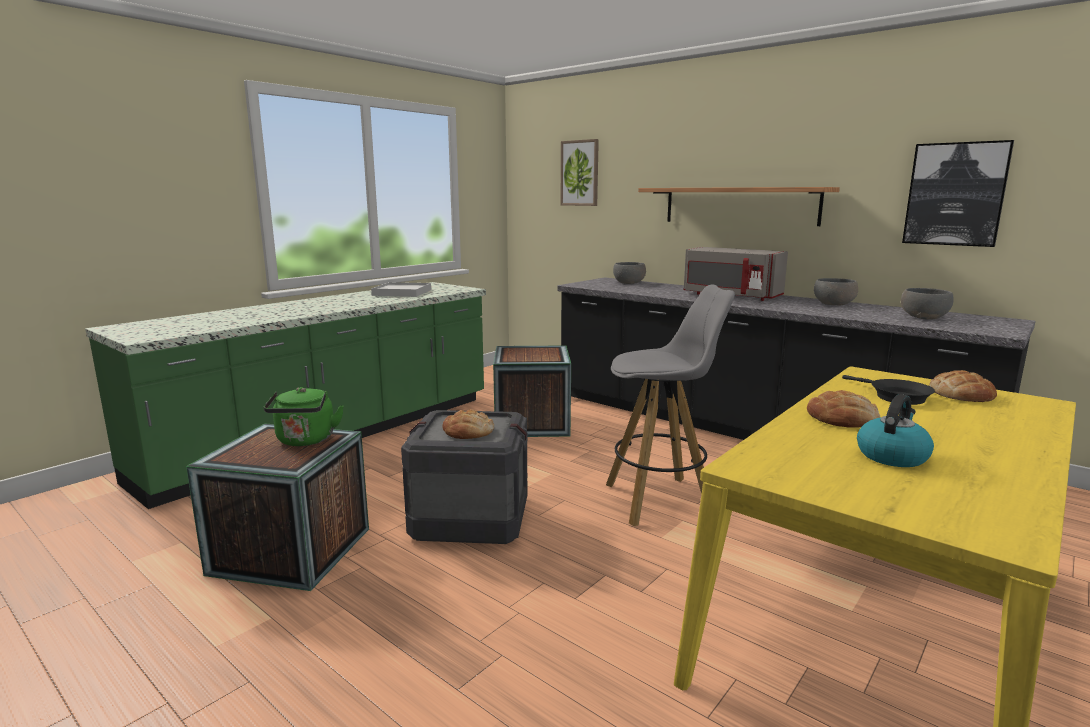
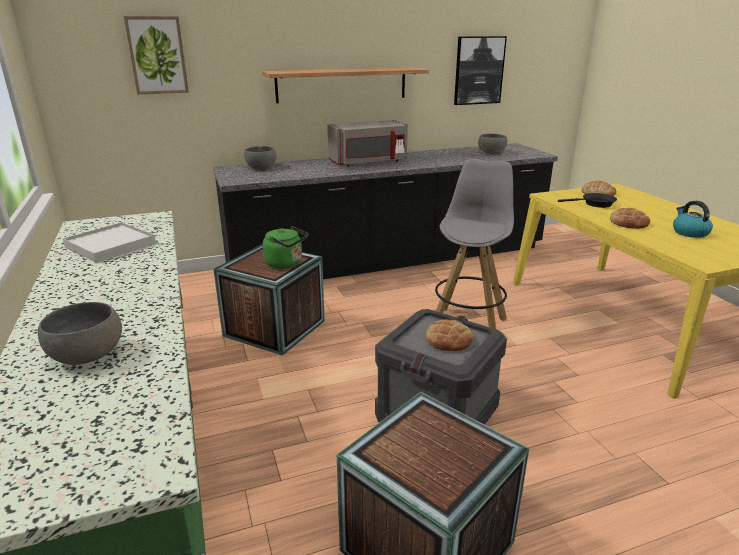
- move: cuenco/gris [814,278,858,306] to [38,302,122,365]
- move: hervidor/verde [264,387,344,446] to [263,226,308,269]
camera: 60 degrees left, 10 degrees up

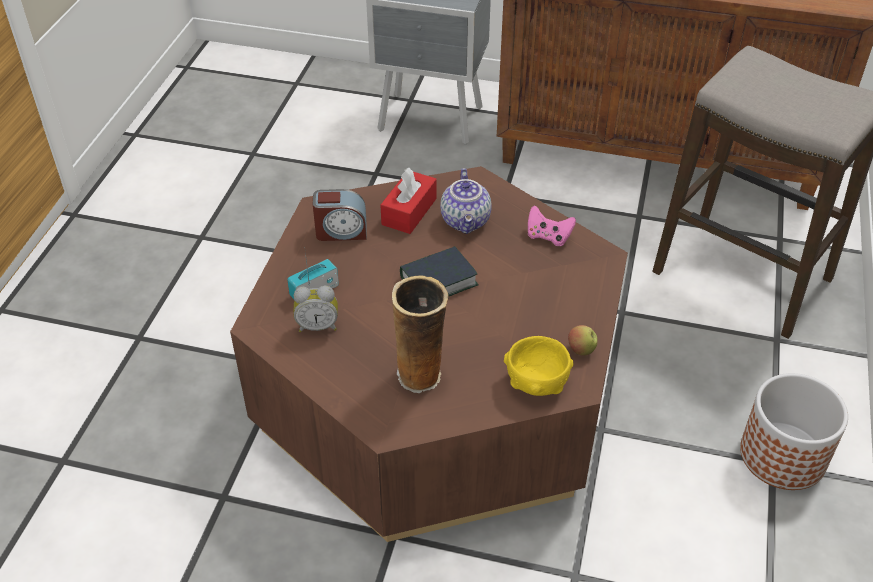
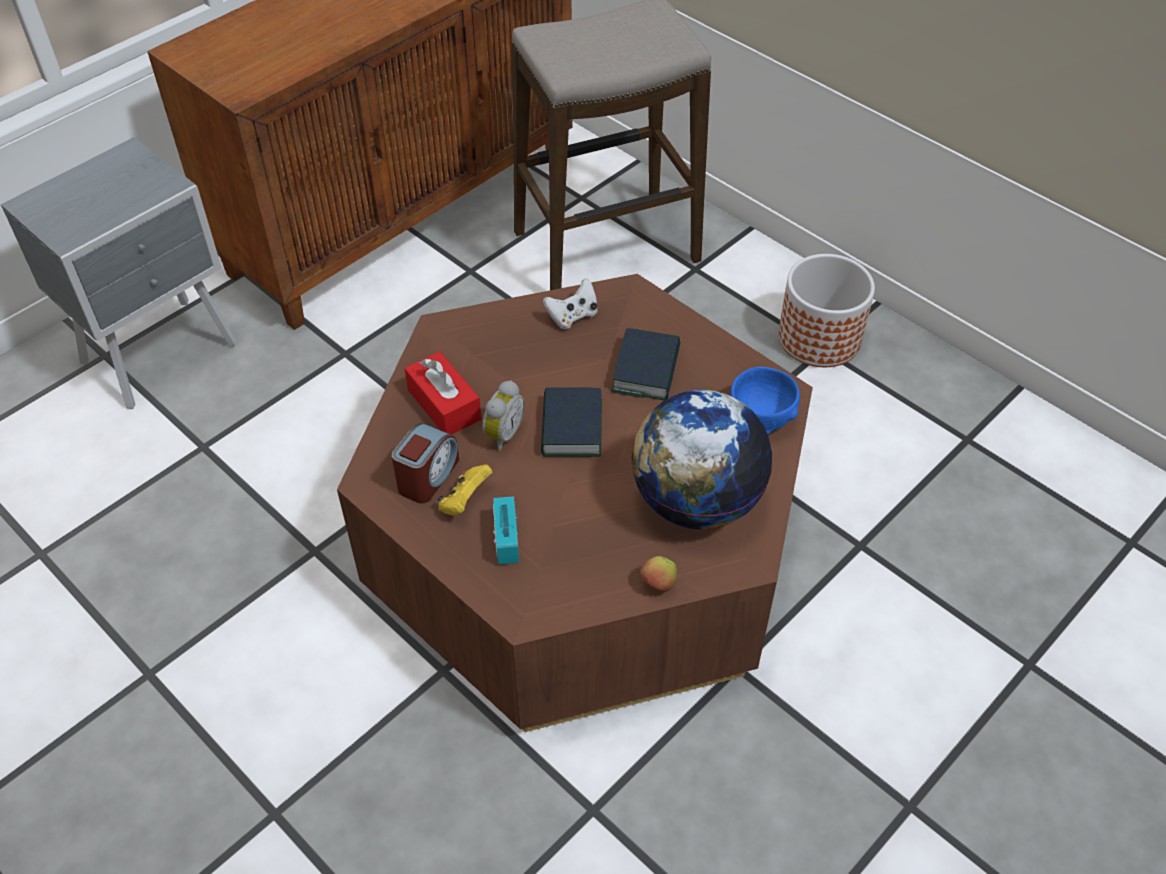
- delete: tetera [440,168,492,234]
- recolor: mando de consola/rosa [528,205,576,246] to mando de consola/blanco [543,278,598,329]
- replace: florero [392,275,449,393] to globo terráqueo [631,390,773,530]
- move: despertador [293,286,338,332] to [482,380,525,452]
- move: manzana [568,325,597,356] to [640,556,677,592]
- recolor: cuenco/amarillo [504,336,573,396] to cuenco/azul [730,367,800,434]
- insert: libro [611,328,680,400]
- insert: mando de consola/amarillo [437,464,492,515]
camera: 60 degrees left, 5 degrees up

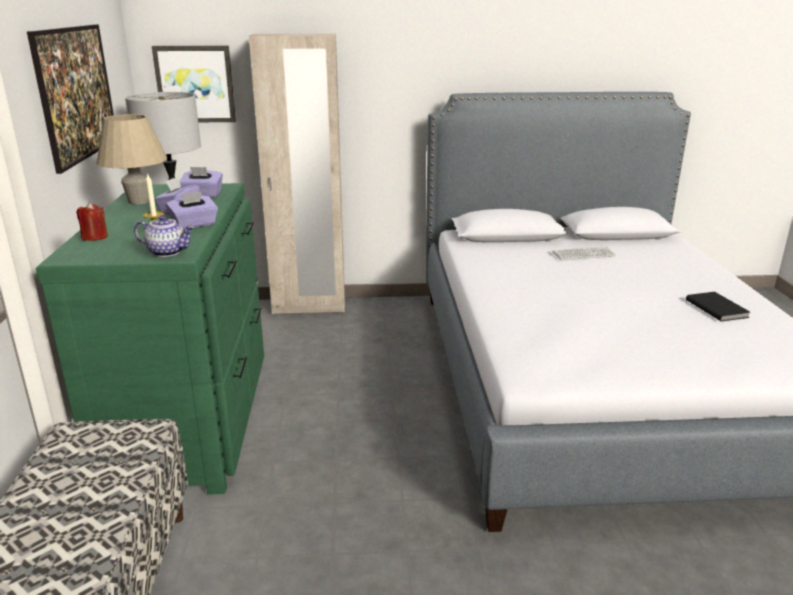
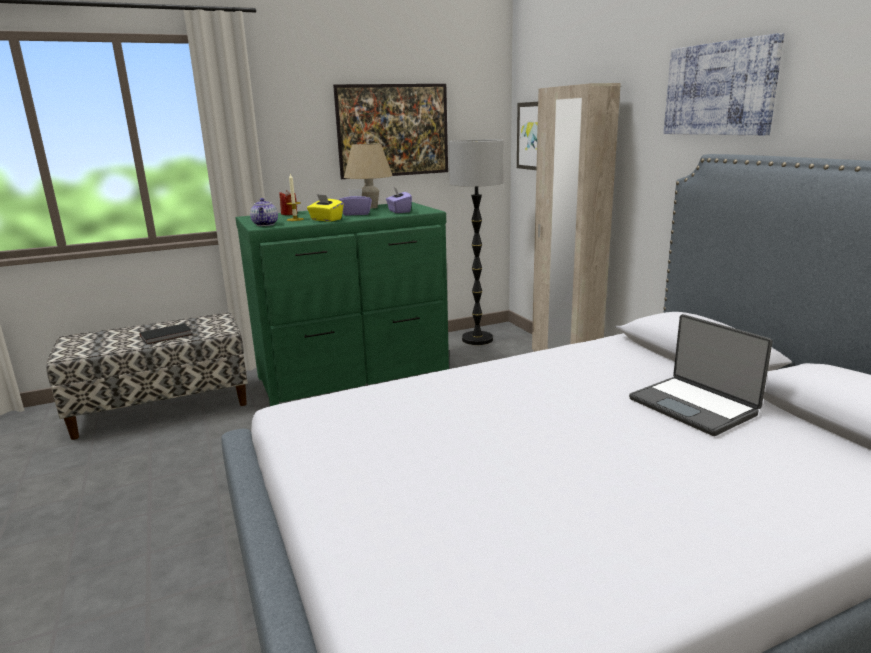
- recolor: caja de pañuelos/morado [166,191,218,230] to caja de pañuelos/amarillo [307,194,344,222]
- replace: teclado [552,246,616,261] to portátil [629,314,772,436]
- move: libro/negro [686,292,750,322] to [140,323,193,345]
- insert: cuadro [664,33,784,135]
camera: 70 degrees right, 5 degrees down

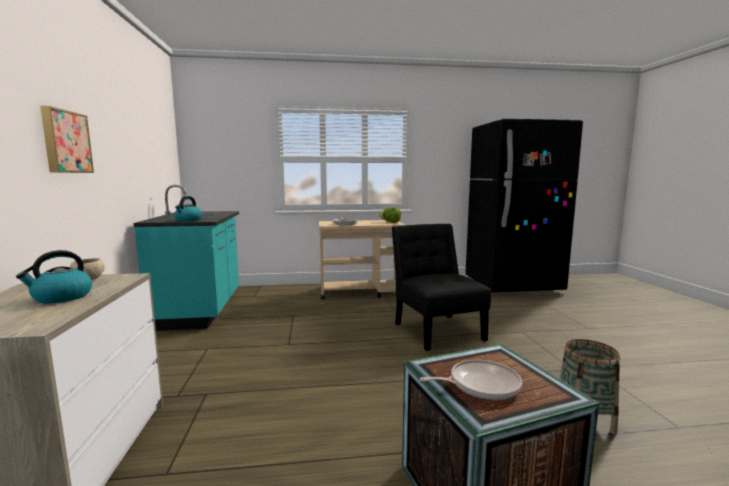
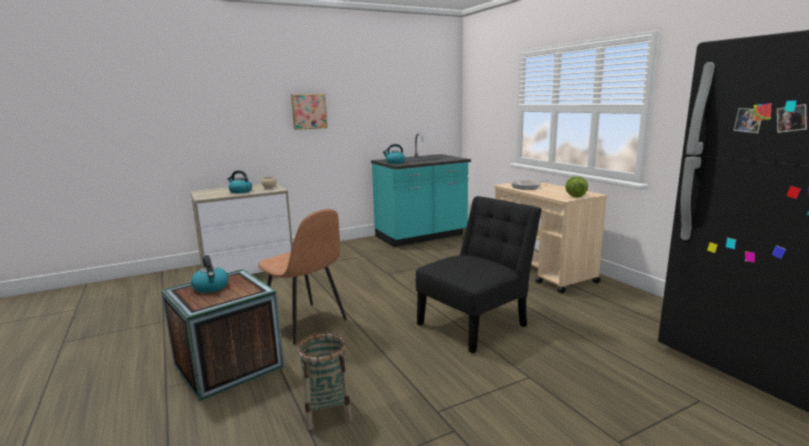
- replace: sartén [420,360,522,400] to hervidor [191,255,229,293]
- insert: silla/marrón [257,209,347,344]
camera: 70 degrees right, 5 degrees up

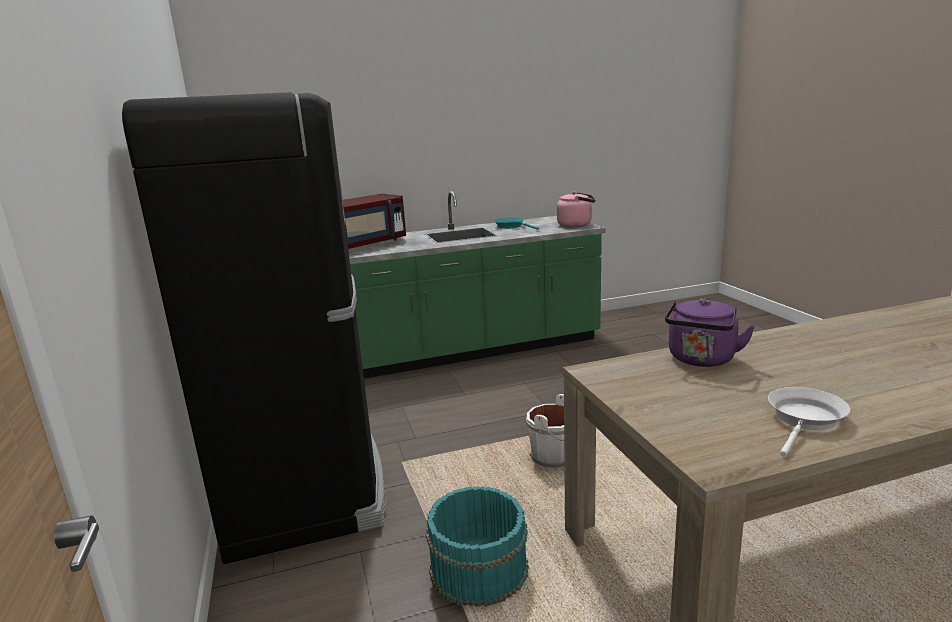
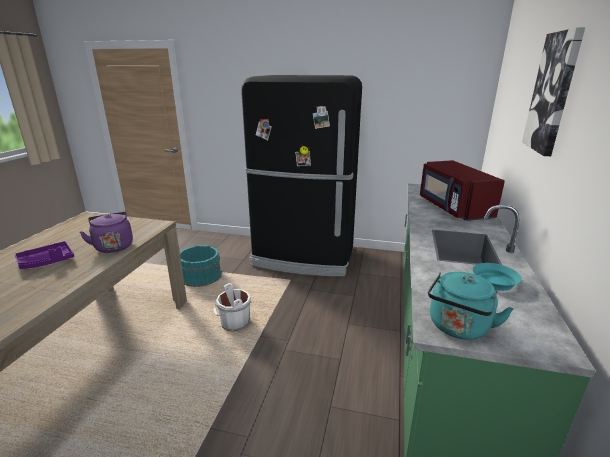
- recolor: hervidor/rosa [557,192,595,227] to hervidor/turquesa [428,272,514,340]
- delete: sartén/blanco [768,387,850,456]
- insert: cuadro [522,27,585,156]
- insert: bandeja/morado [15,241,74,269]
camera: 120 degrees right, 5 degrees up

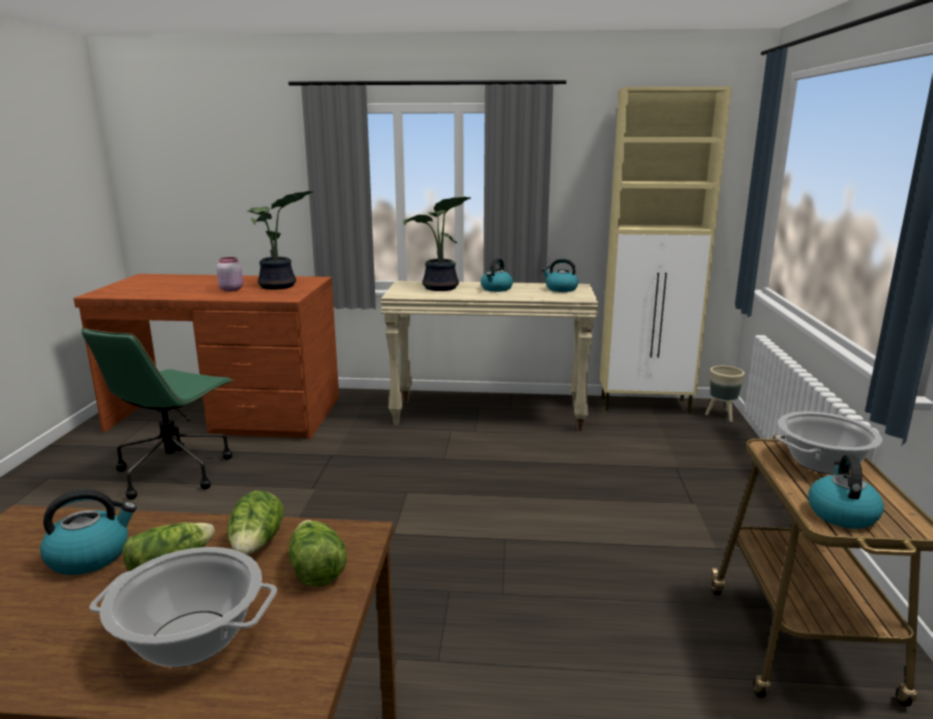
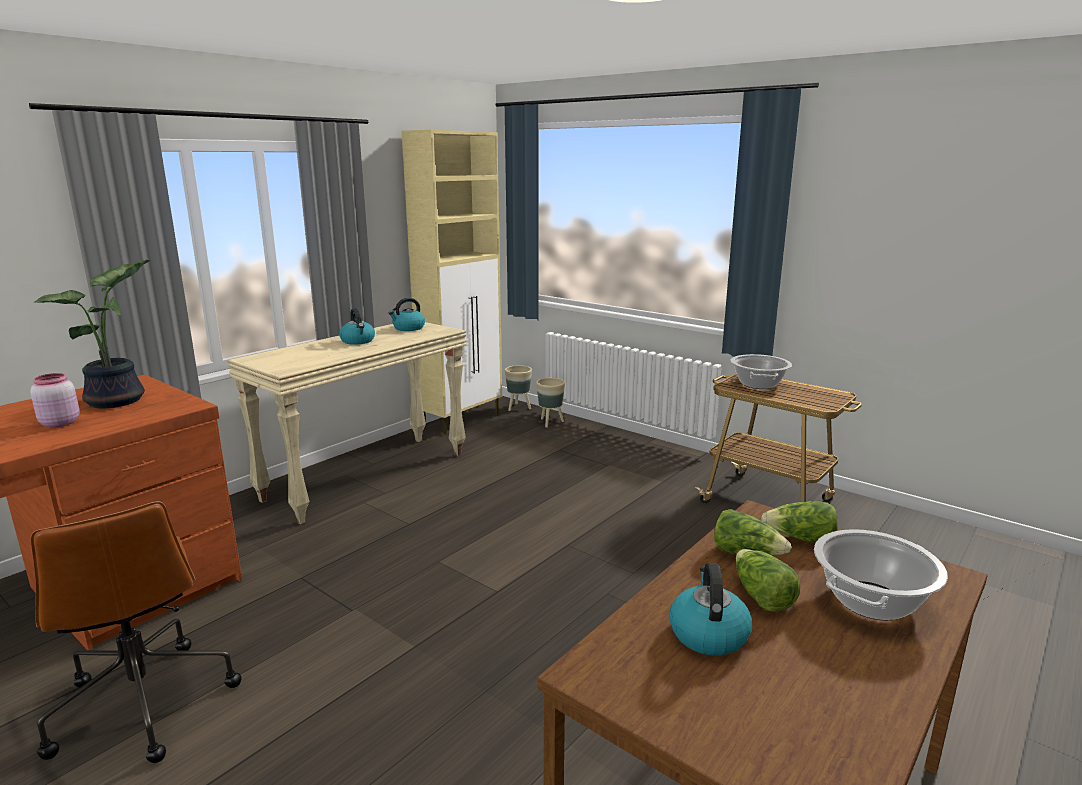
- delete: planta en maceta [403,197,471,291]
- recolor: silla de oficina/verde [82,328,233,500] to silla de oficina/marrón [31,501,242,763]
- delete: hervidor [808,454,884,529]
- insert: maceta/beis [536,378,565,427]
camera: 55 degrees left, 0 degrees up

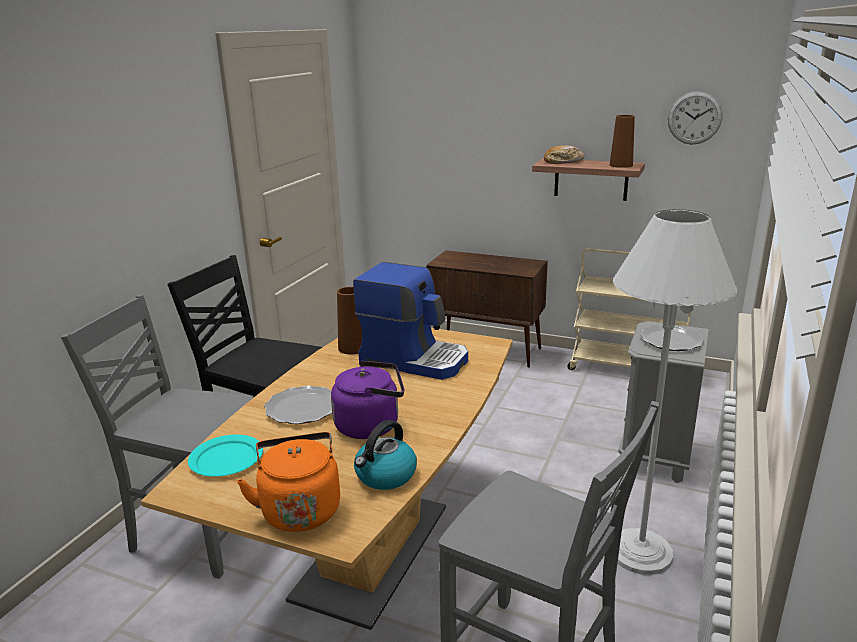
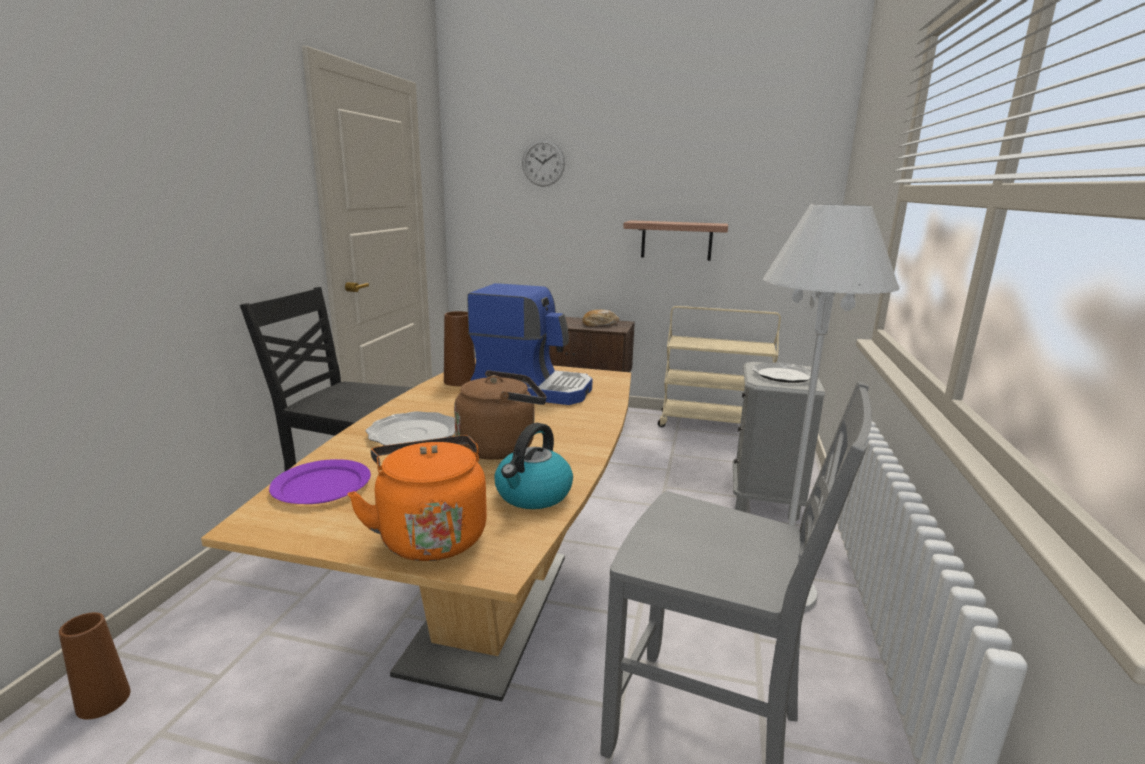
- move: reloj de pared [668,91,722,145] to [522,139,565,187]
- move: florero/marrón [610,115,635,168] to [59,612,131,719]
- move: pan [544,145,584,164] to [582,310,619,327]
- delete: silla/gris [61,295,254,579]
- recolor: hervidor/morado [331,361,404,439] to hervidor/marrón [454,370,547,460]
- recolor: plato/turquesa [188,435,263,477] to plato/morado [269,459,371,504]
camera: 10 degrees left, 5 degrees down

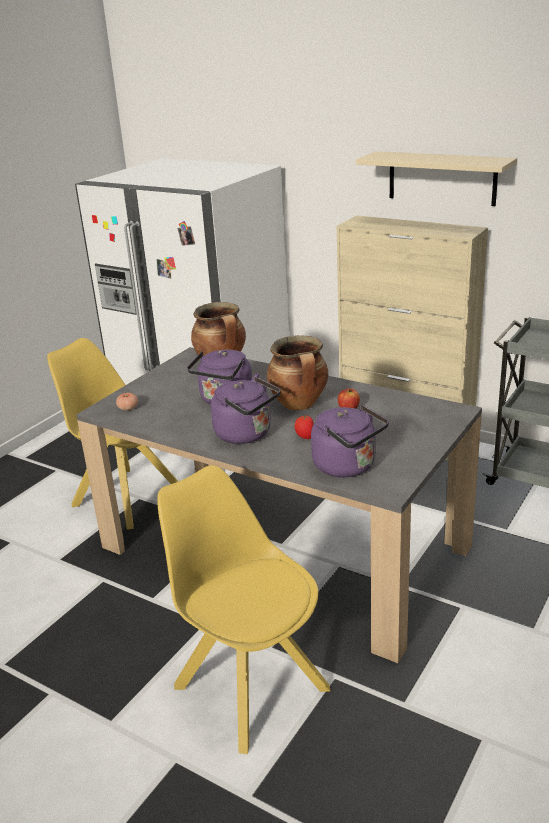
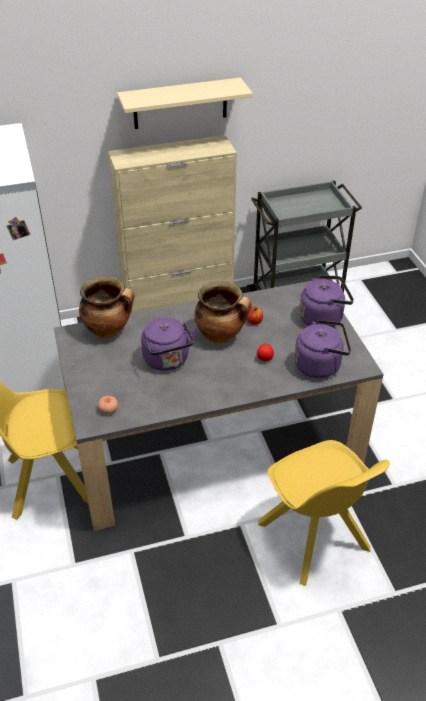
- move: hervidor/morado [211,377,281,444] to [299,275,354,327]
- rotate: silla/amarillo [157,465,331,754] = [258,440,390,586] 120 degrees counterclockwise
camera: 50 degrees left, 15 degrees up

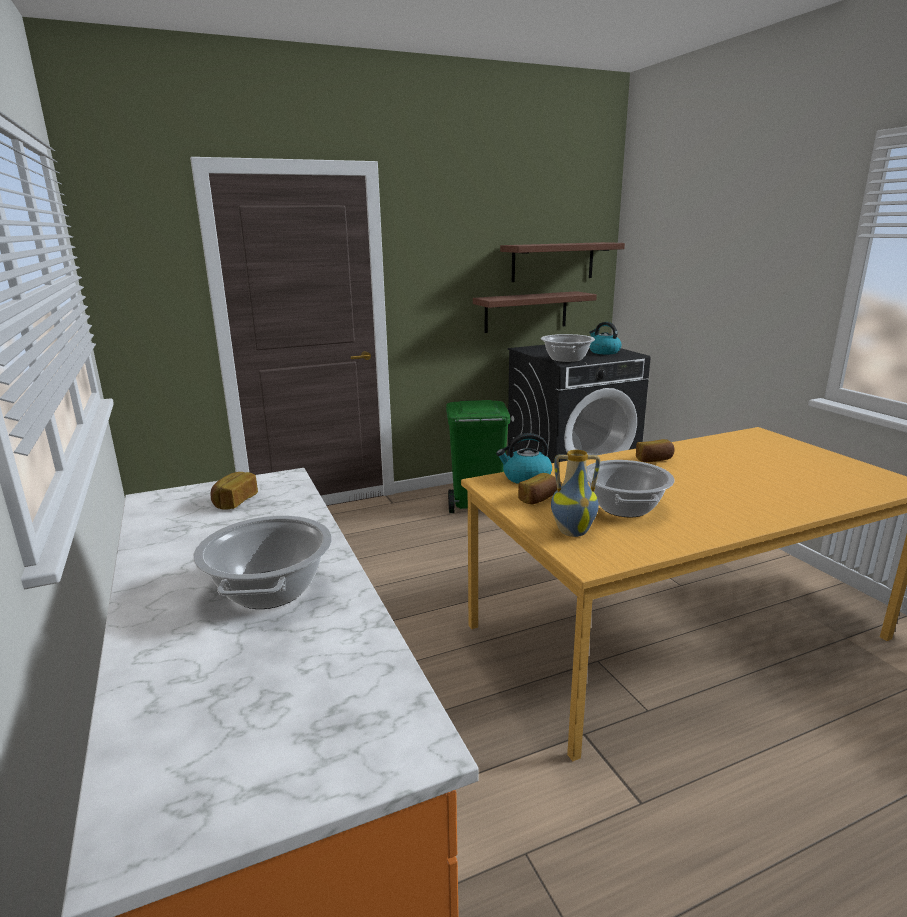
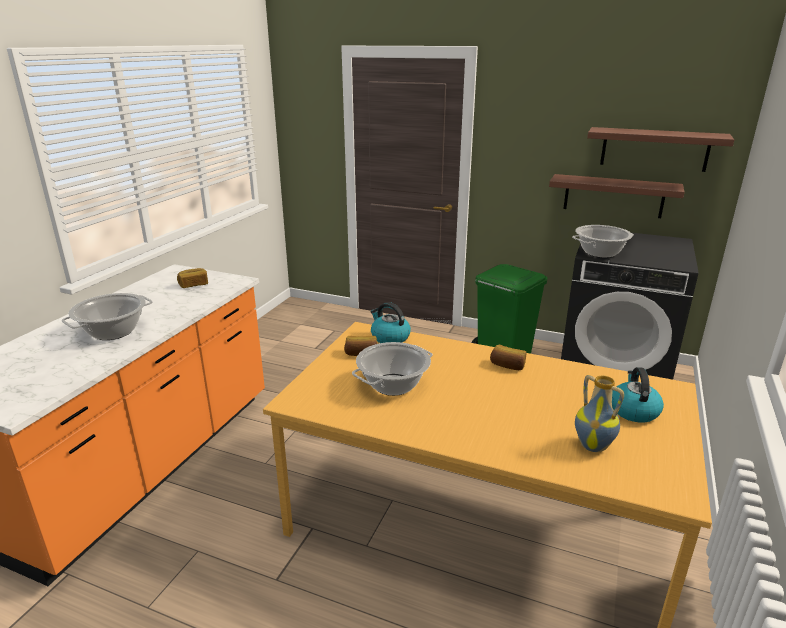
- move: hervidor [589,322,621,355] to [612,367,664,423]
- move: florero [551,450,600,537] to [575,375,624,452]
camera: 45 degrees right, 5 degrees up

